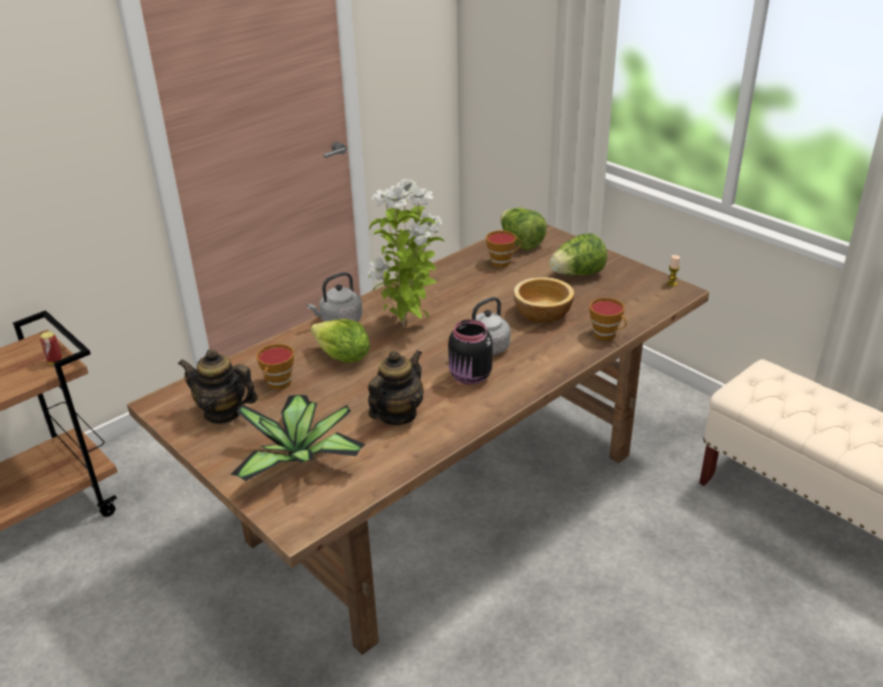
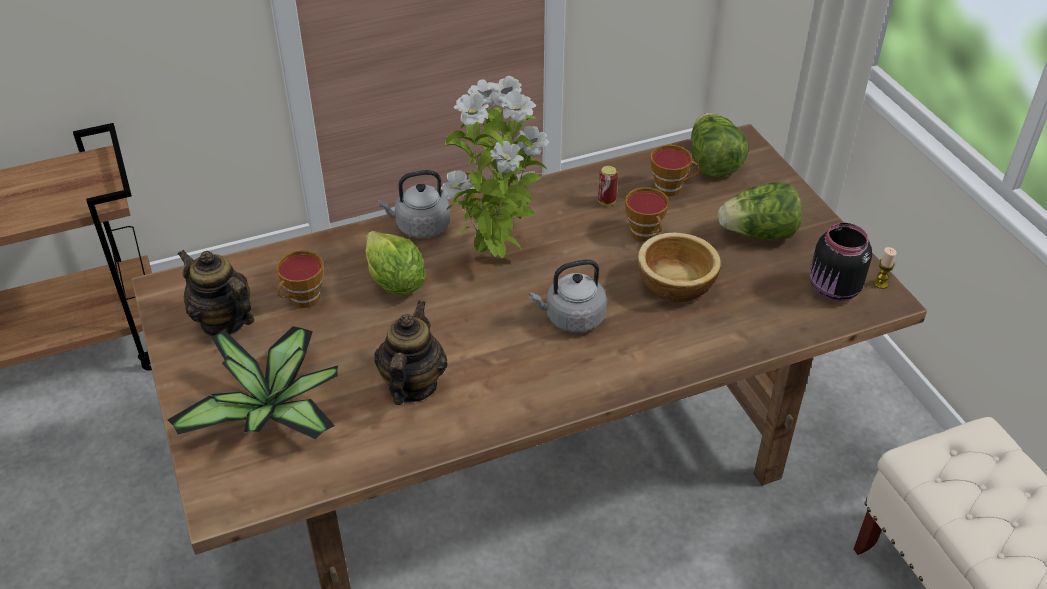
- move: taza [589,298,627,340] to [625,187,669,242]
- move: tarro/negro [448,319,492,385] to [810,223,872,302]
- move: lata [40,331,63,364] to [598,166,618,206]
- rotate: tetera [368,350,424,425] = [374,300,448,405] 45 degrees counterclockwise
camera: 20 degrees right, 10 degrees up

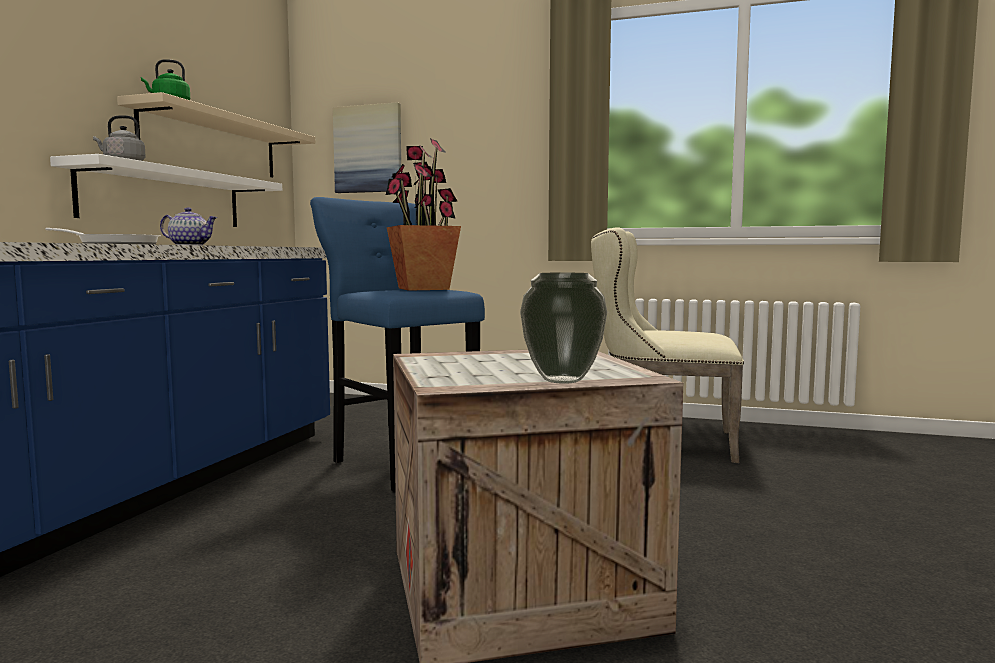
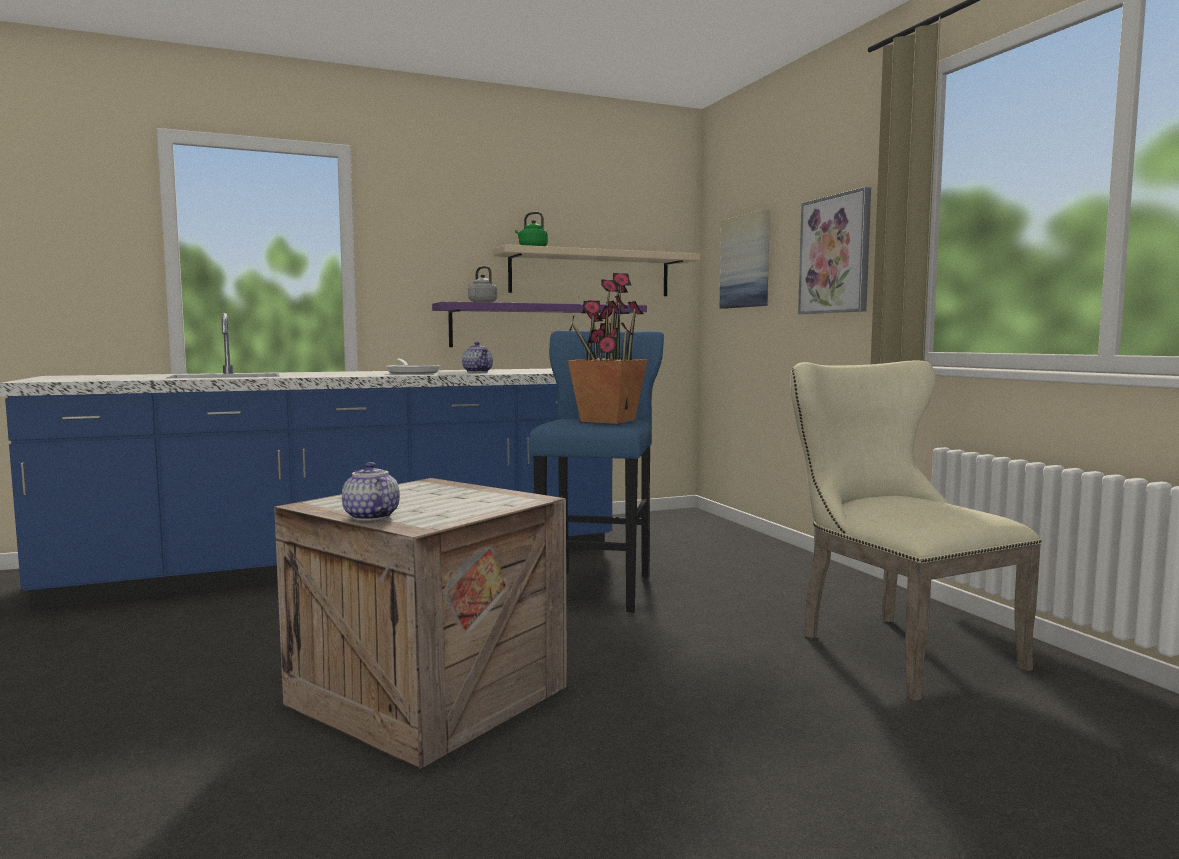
- recolor: estante/blanco [50,154,282,227] to estante/morado [432,302,647,347]
- replace: florero [520,273,607,384] to tetera [342,462,400,521]
- insert: cuadro [798,187,871,314]
camera: 50 degrees right, 0 degrees up

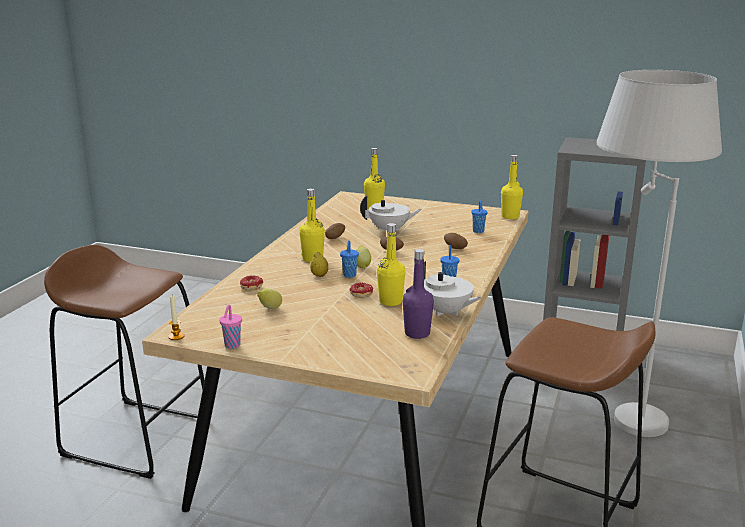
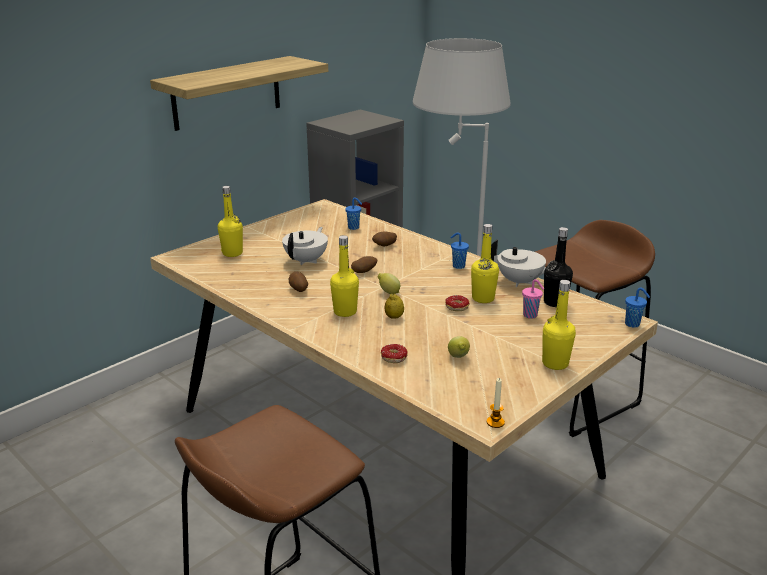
- move: botella/amarillo [501,155,523,219] to [542,280,576,370]
- move: taza/azul [340,241,359,278] to [625,288,650,328]
- recolor: botella/morado [403,249,434,339] to botella/negro [544,227,573,307]
- rotate: tetera/blanco [424,261,482,317] = [491,239,546,287] 45 degrees clockwise
- move: taza/rosa [219,305,242,349] to [522,279,544,319]
- insert: estante [150,56,328,131]
camera: 65 degrees left, 5 degrees up

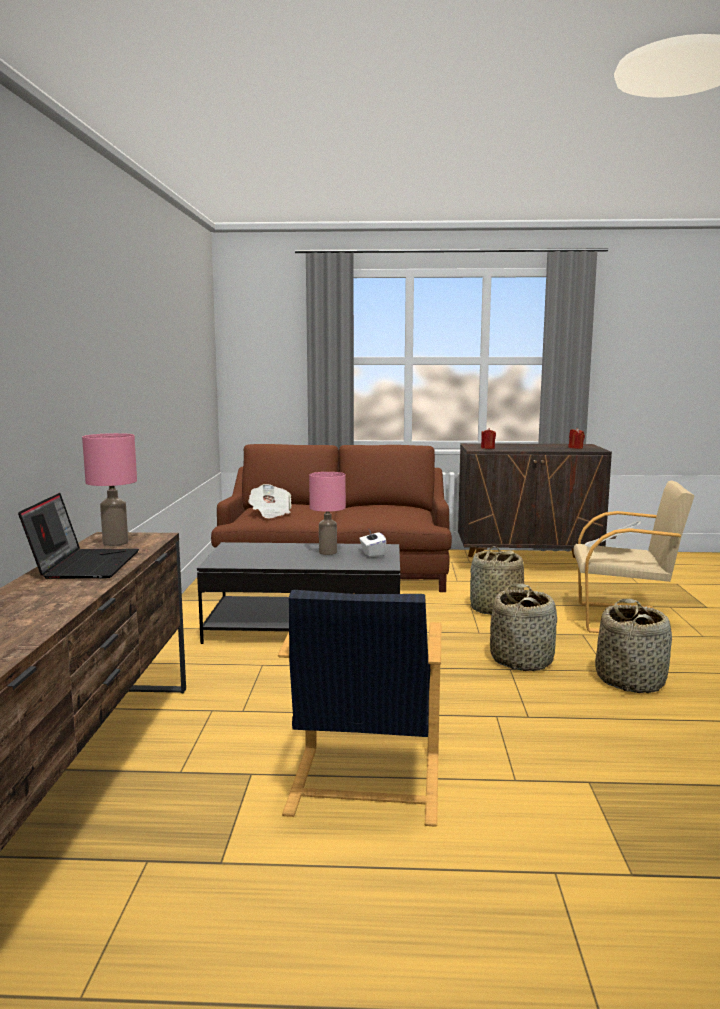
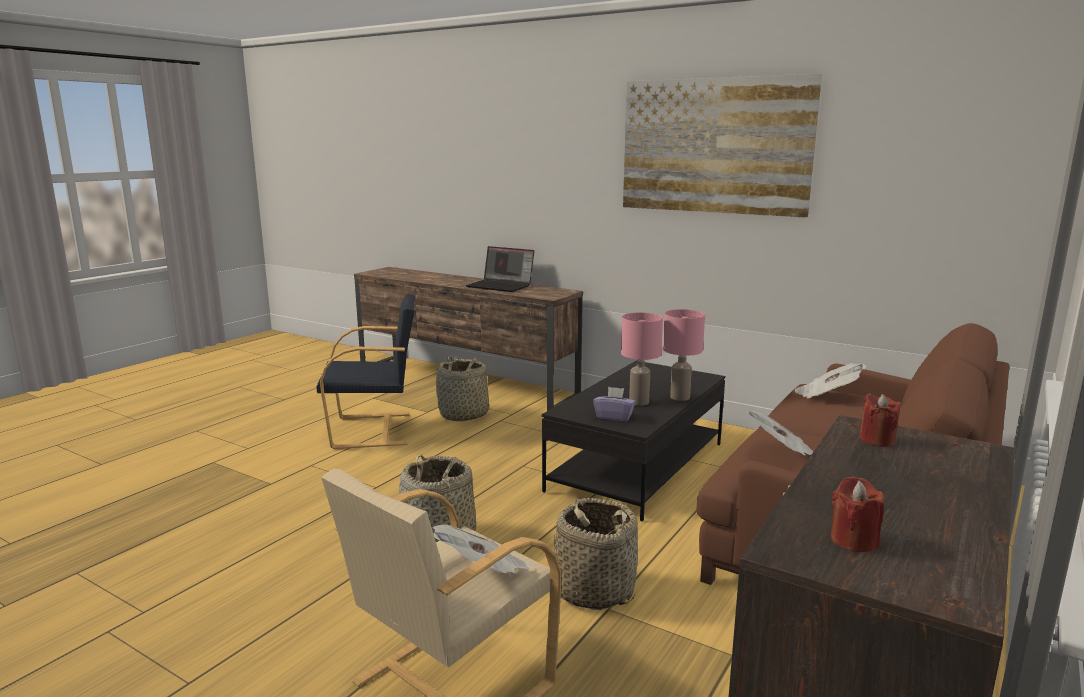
- move: lámpara de mesa/rosa [82,433,137,546] to [663,309,705,401]
- recolor: caja de pañuelos/blanco [359,529,386,557] to caja de pañuelos/morado [593,387,635,421]
- rotate: sillón/negro [278,590,441,827] = [317,294,415,449] 135 degrees clockwise
- move: cesta [595,599,672,693] to [436,357,489,421]
- insert: cuadro [623,74,822,218]
- insert: periódico [745,410,813,456]
camera: 120 degrees right, 5 degrees up

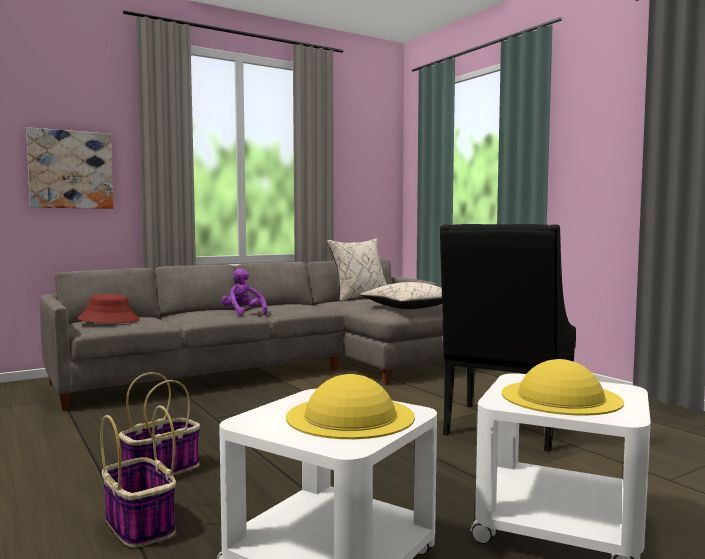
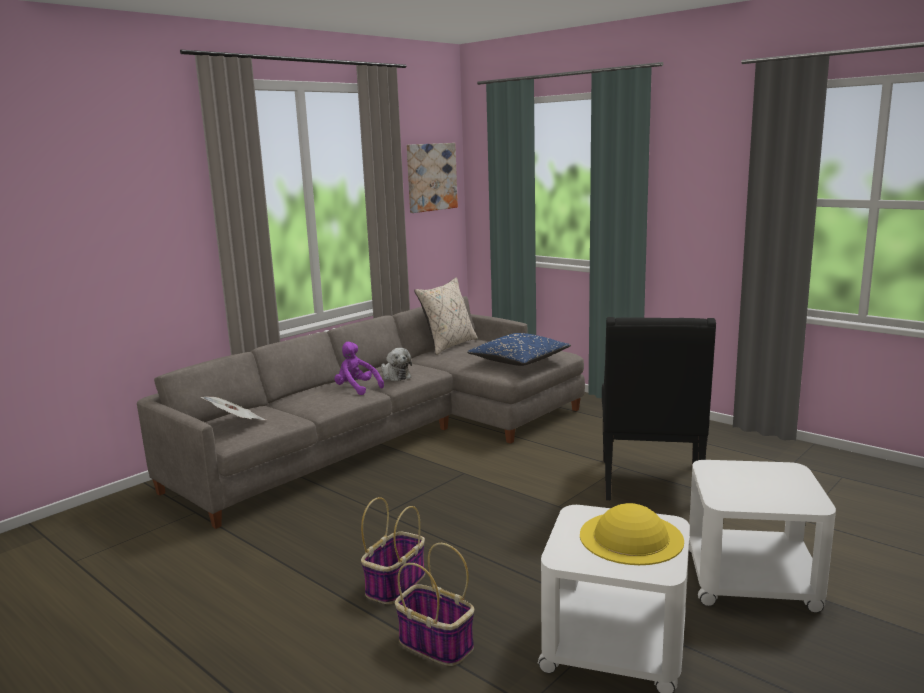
- move: cuadro [26,127,114,209] to [407,143,458,213]
- recolor: cojín/beis [360,282,442,309] to cojín/azul [467,333,571,366]
- replace: sombrero/rojo [78,294,140,323] to periódico [200,397,266,420]
- delete: sombrero/amarillo [502,359,624,416]
- insert: peluche [381,348,412,381]
camera: 15 degrees left, 10 degrees up

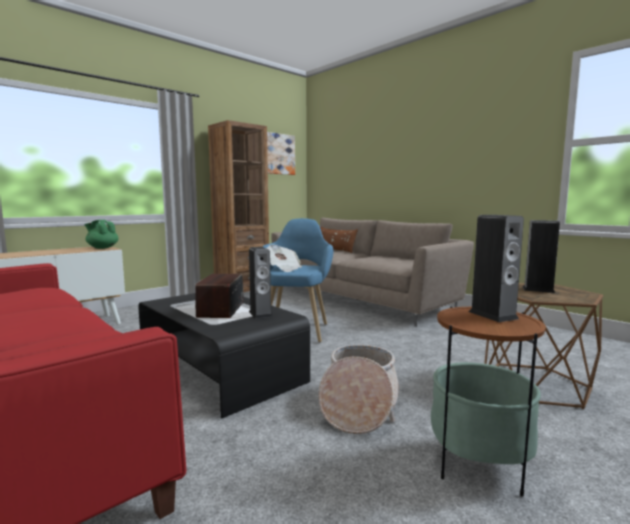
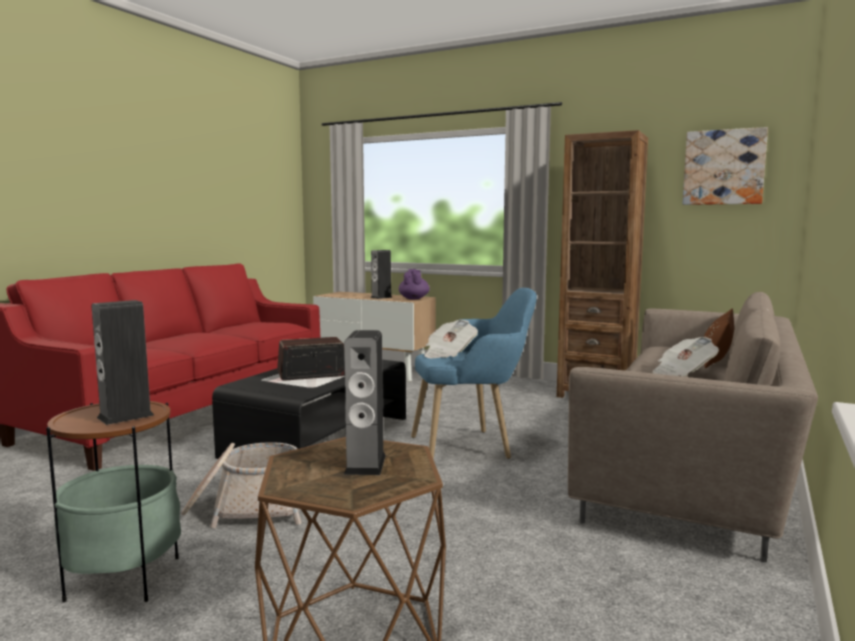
- recolor: tetera/verde [84,220,119,249] to tetera/morado [399,269,430,300]
- move: altavoz [249,247,273,319] to [370,250,393,299]
- insert: periódico [652,337,719,377]
camera: 70 degrees right, 0 degrees up

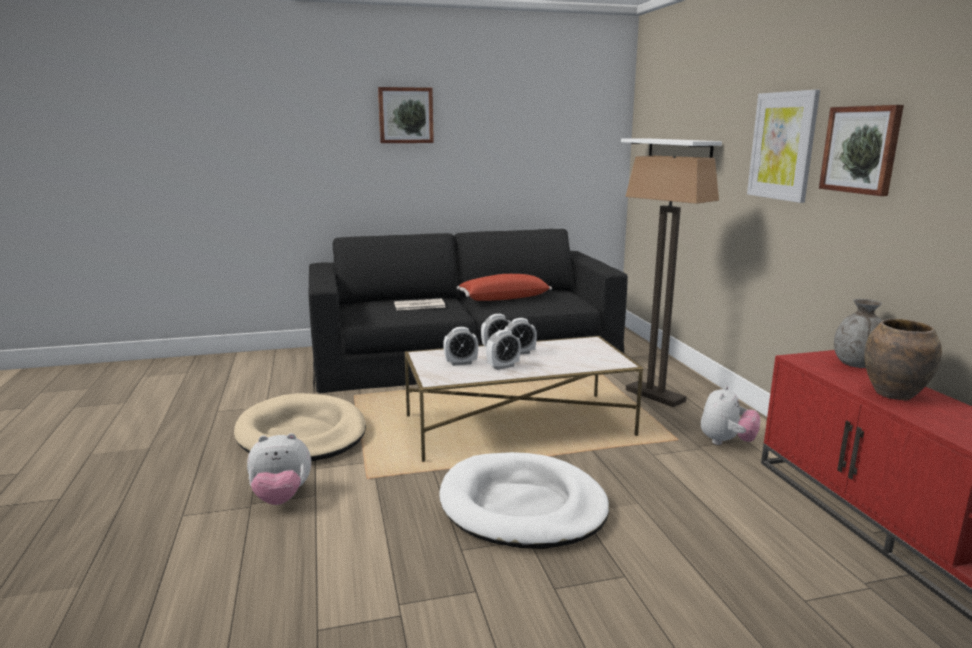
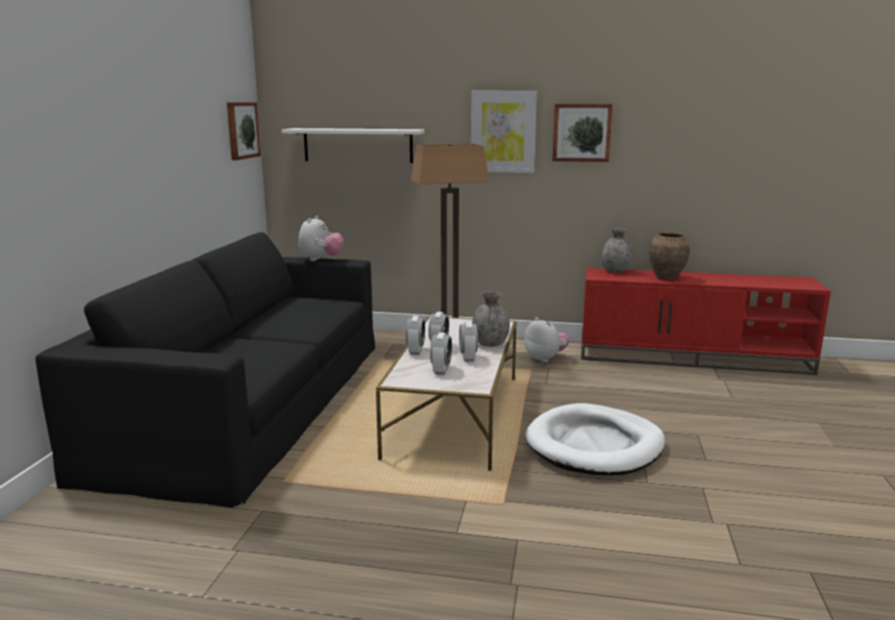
- move: cuadro [378,87,434,143] to [227,102,261,160]
- delete: cojín/rojo [457,274,552,301]
- delete: periódico [394,298,445,310]
- delete: cama para perro/beis [234,393,366,461]
- move: peluche [247,433,311,505] to [298,216,344,261]
- insert: florero/gris [472,291,510,347]
camera: 65 degrees left, 0 degrees up

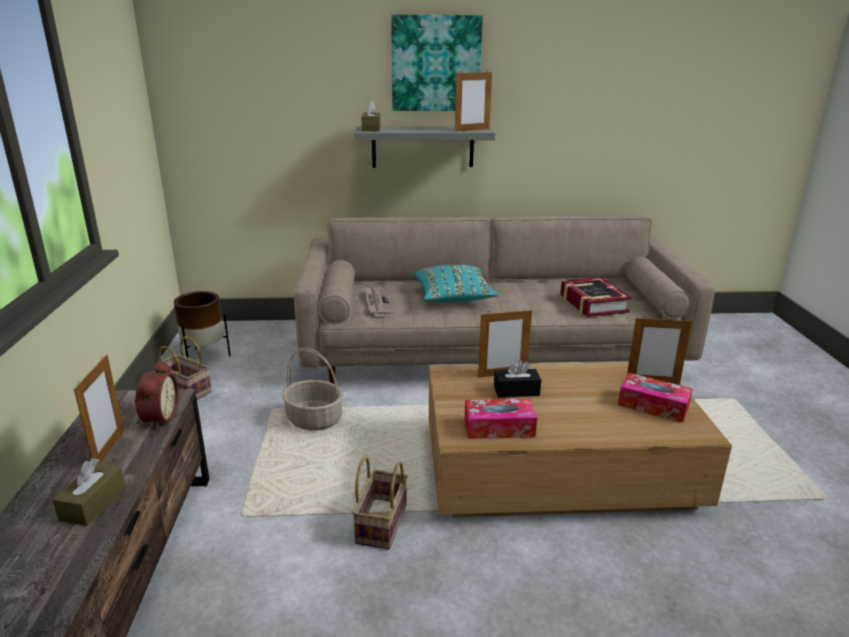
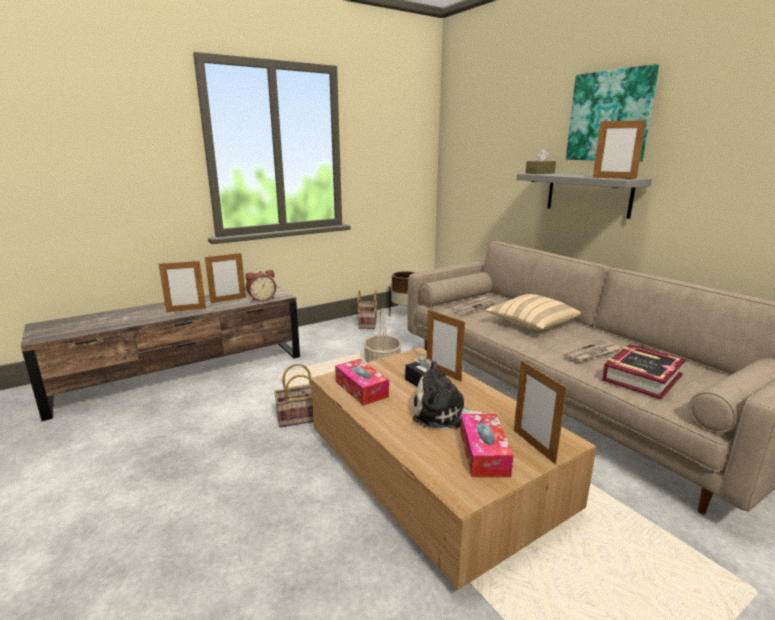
- recolor: cojín/turquesa [414,265,499,303] to cojín/beis [486,294,581,330]
- replace: caja de pañuelos/marrón [53,458,126,526] to portarretratos [159,260,206,312]
- insert: periódico [563,340,621,363]
- insert: peluche [413,361,487,429]
camera: 60 degrees right, 5 degrees down

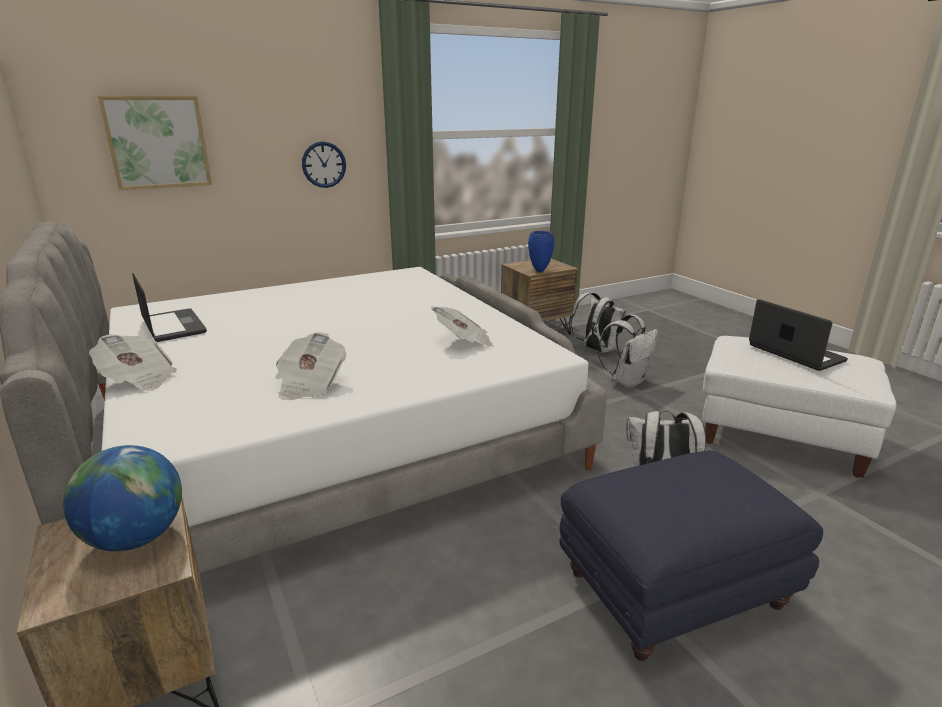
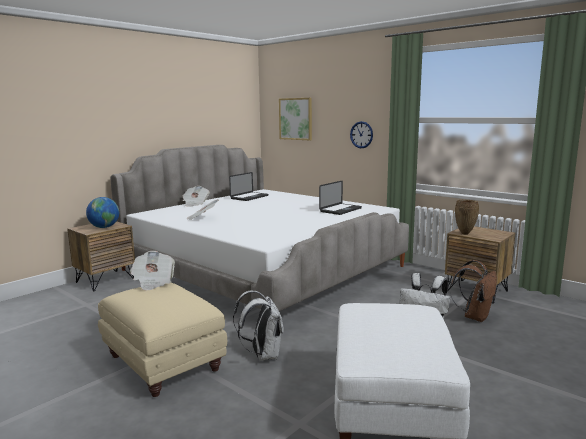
- recolor: florero/azul [528,231,554,272] to florero/marrón [455,200,479,235]
- recolor: mochila/blanco [571,292,626,353] to mochila/marrón [450,260,497,322]
- move: portátil [749,299,848,371] to [319,181,362,215]
- move: periódico [431,307,494,347] to [130,251,175,290]
- recolor: puf/azul [559,450,823,661] to puf/beis [98,282,227,397]
camera: 70 degrees right, 10 degrees down

